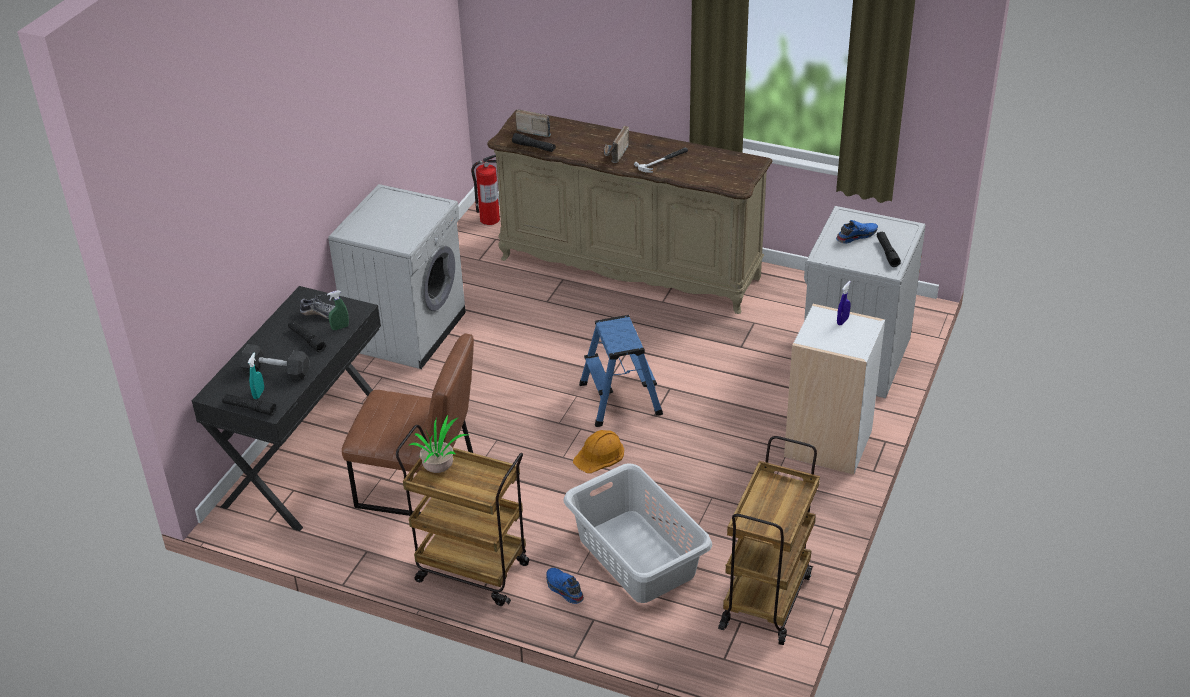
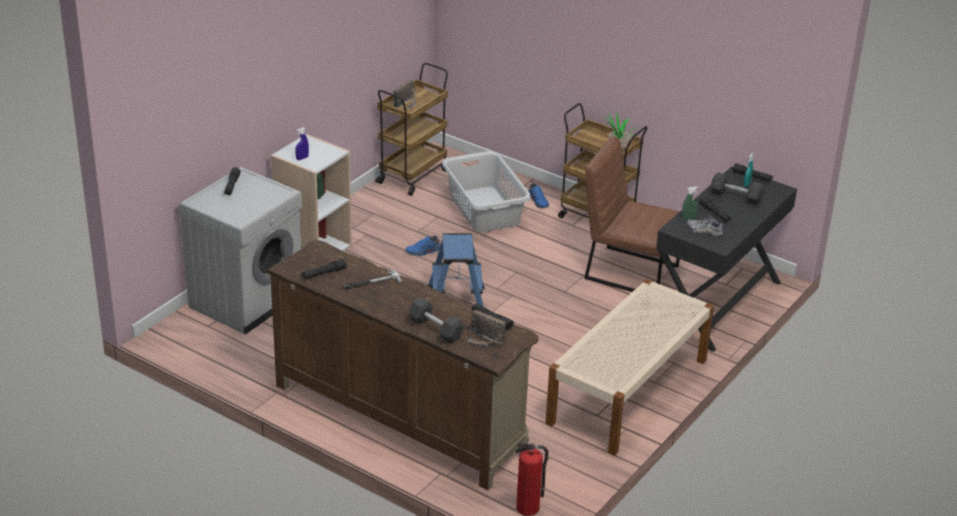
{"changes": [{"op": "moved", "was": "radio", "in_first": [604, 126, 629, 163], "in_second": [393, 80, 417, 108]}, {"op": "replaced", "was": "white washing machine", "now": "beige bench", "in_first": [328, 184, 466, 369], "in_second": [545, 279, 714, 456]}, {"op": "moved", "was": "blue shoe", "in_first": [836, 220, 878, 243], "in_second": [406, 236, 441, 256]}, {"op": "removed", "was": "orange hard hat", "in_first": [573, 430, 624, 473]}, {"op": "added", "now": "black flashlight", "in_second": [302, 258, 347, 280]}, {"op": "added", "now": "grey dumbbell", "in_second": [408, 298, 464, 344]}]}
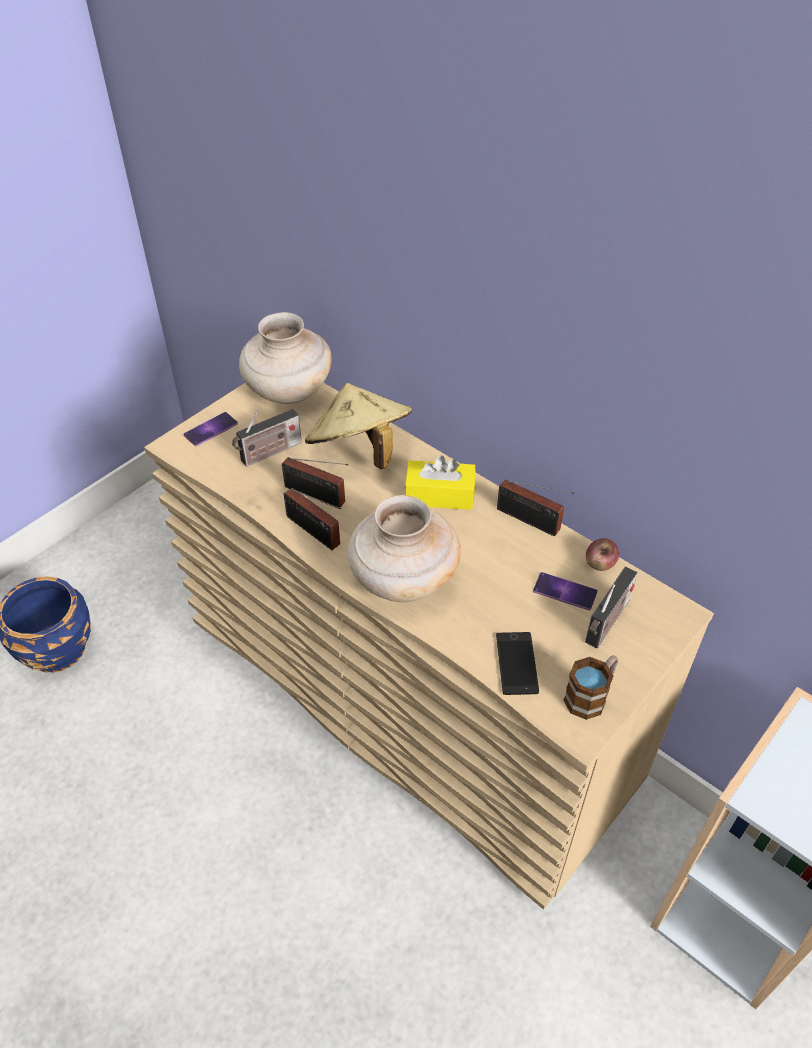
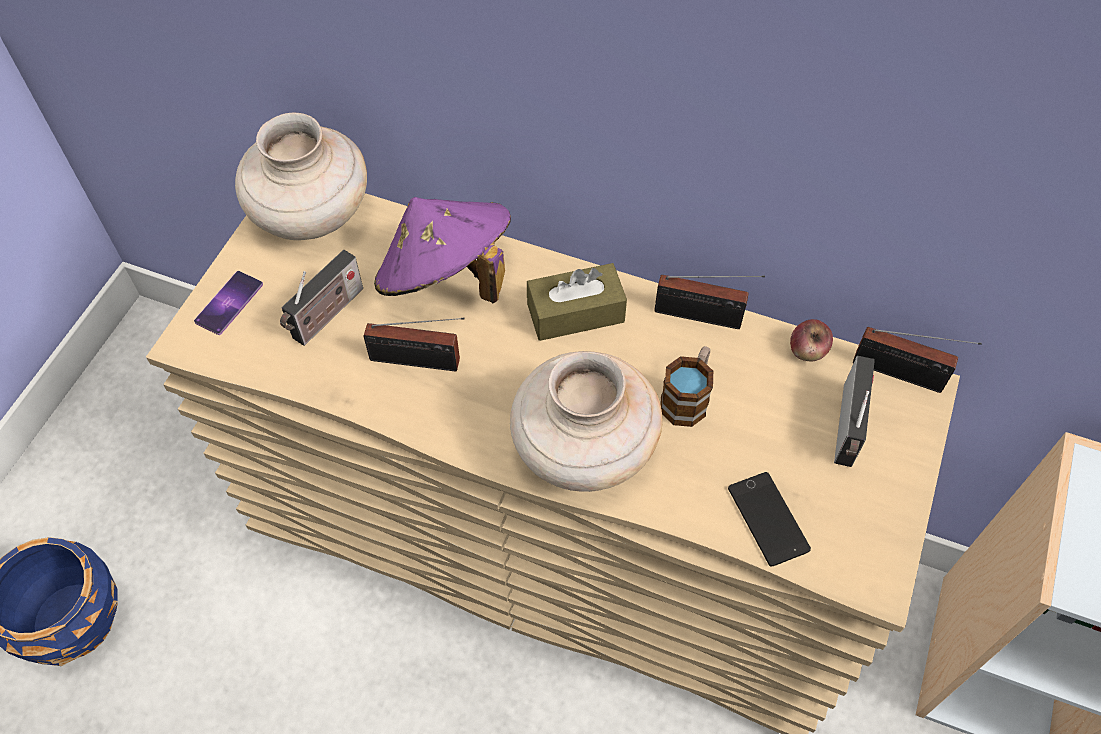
{"changes": [{"op": "recoloured", "was": "beige hat", "now": "purple hat", "in_first": [305, 383, 412, 469], "in_second": [374, 197, 511, 303]}, {"op": "recoloured", "was": "yellow tissue box", "now": "brown tissue box", "in_first": [404, 455, 475, 510], "in_second": [527, 263, 627, 341]}, {"op": "moved", "was": "radio", "in_first": [284, 488, 341, 550], "in_second": [853, 327, 982, 393]}, {"op": "removed", "was": "phone", "in_first": [533, 572, 598, 610]}, {"op": "moved", "was": "mug", "in_first": [564, 655, 618, 720], "in_second": [661, 346, 713, 427]}]}
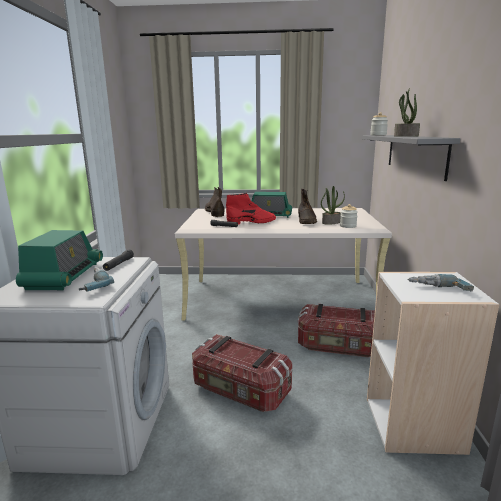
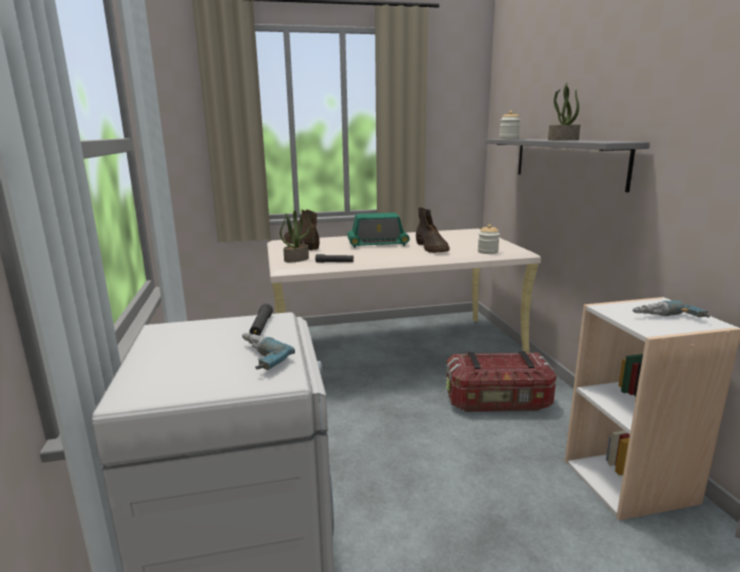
{"changes": [{"op": "moved", "was": "potted plant", "in_first": [321, 186, 345, 225], "in_second": [280, 210, 311, 262]}, {"op": "removed", "was": "red boot", "in_first": [226, 193, 276, 225]}, {"op": "removed", "was": "radio", "in_first": [16, 230, 103, 290]}, {"op": "removed", "was": "storage box", "in_first": [192, 334, 292, 412]}]}
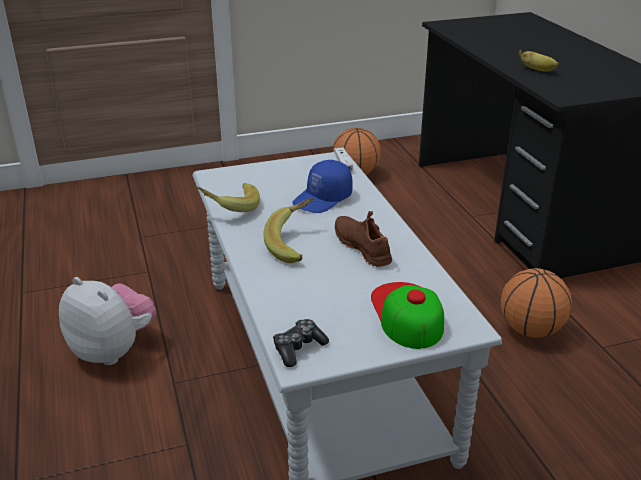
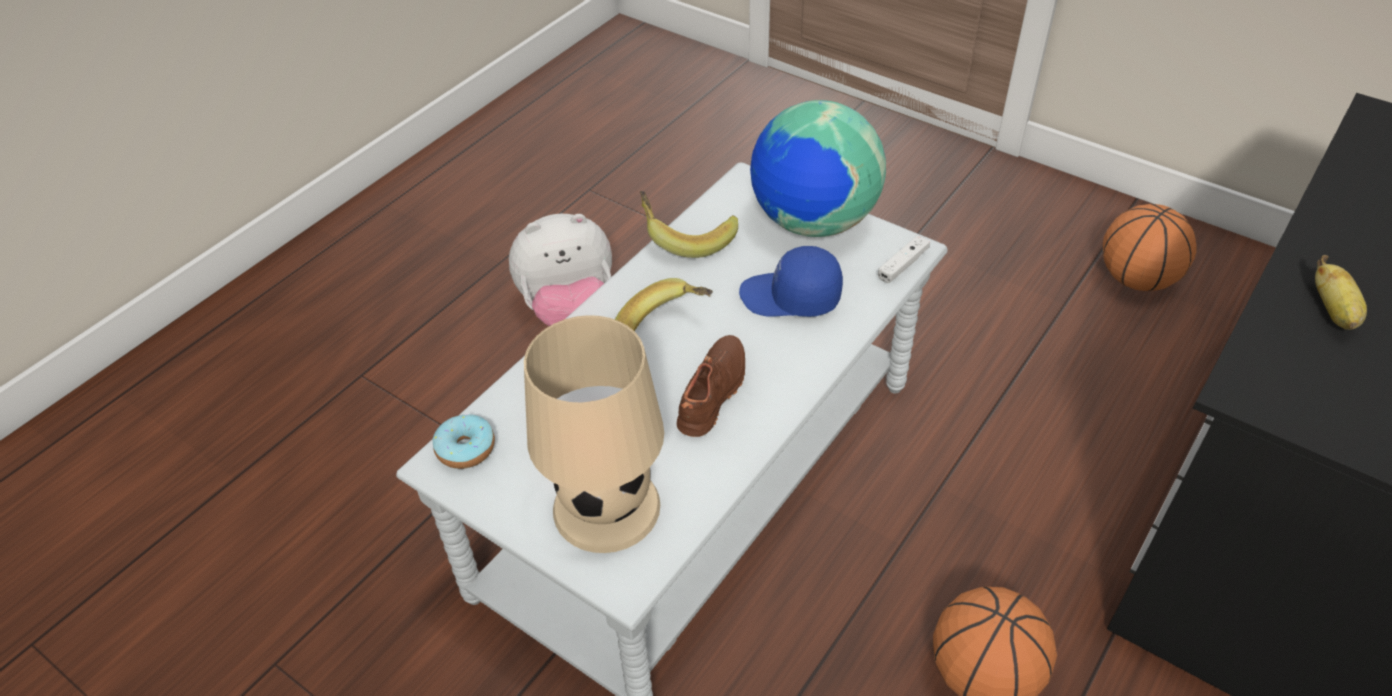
{"changes": [{"op": "turned", "was": "plush toy", "in_first": [59, 277, 156, 365], "in_second": [509, 214, 612, 326], "clockwise": 75}, {"op": "replaced", "was": "cap", "now": "beige table lamp", "in_first": [371, 282, 444, 349], "in_second": [524, 315, 664, 553]}, {"op": "replaced", "was": "game controller", "now": "donut", "in_first": [273, 319, 329, 367], "in_second": [433, 414, 495, 469]}, {"op": "added", "now": "globe", "in_second": [750, 100, 886, 237]}]}
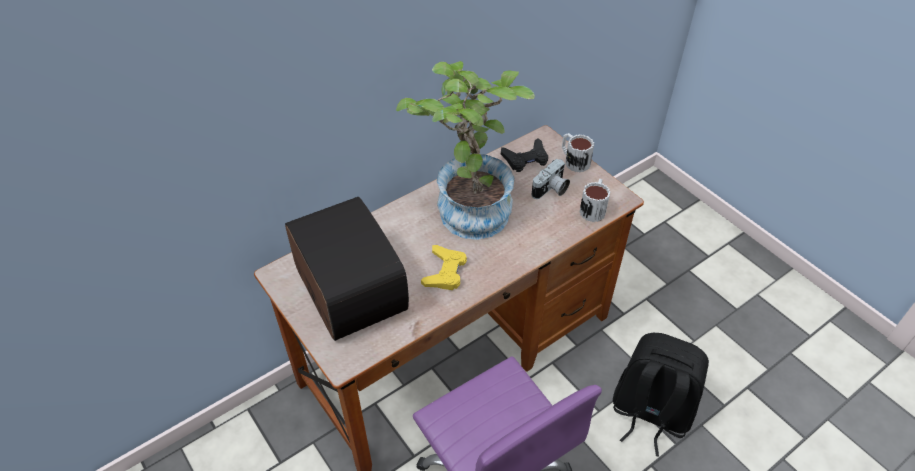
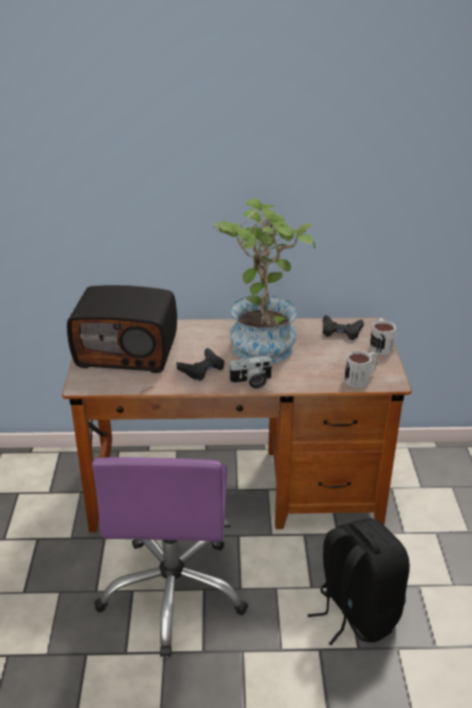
{"changes": [{"op": "moved", "was": "photo camera", "in_first": [531, 158, 570, 199], "in_second": [228, 355, 272, 389]}, {"op": "turned", "was": "radio", "in_first": [285, 197, 409, 341], "in_second": [67, 285, 177, 373], "clockwise": 90}, {"op": "recoloured", "was": "yellow game controller", "now": "black game controller", "in_first": [421, 245, 467, 290], "in_second": [176, 348, 224, 381]}]}
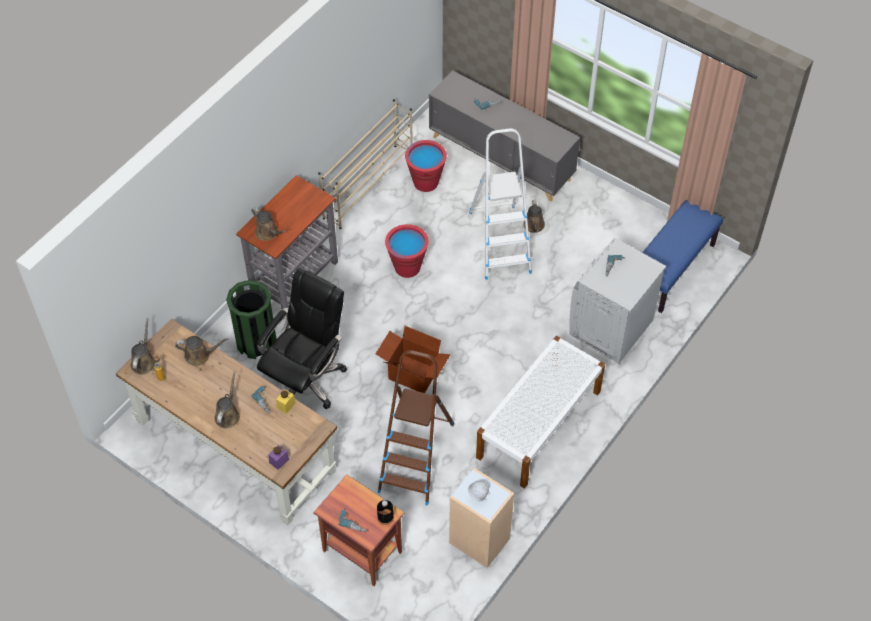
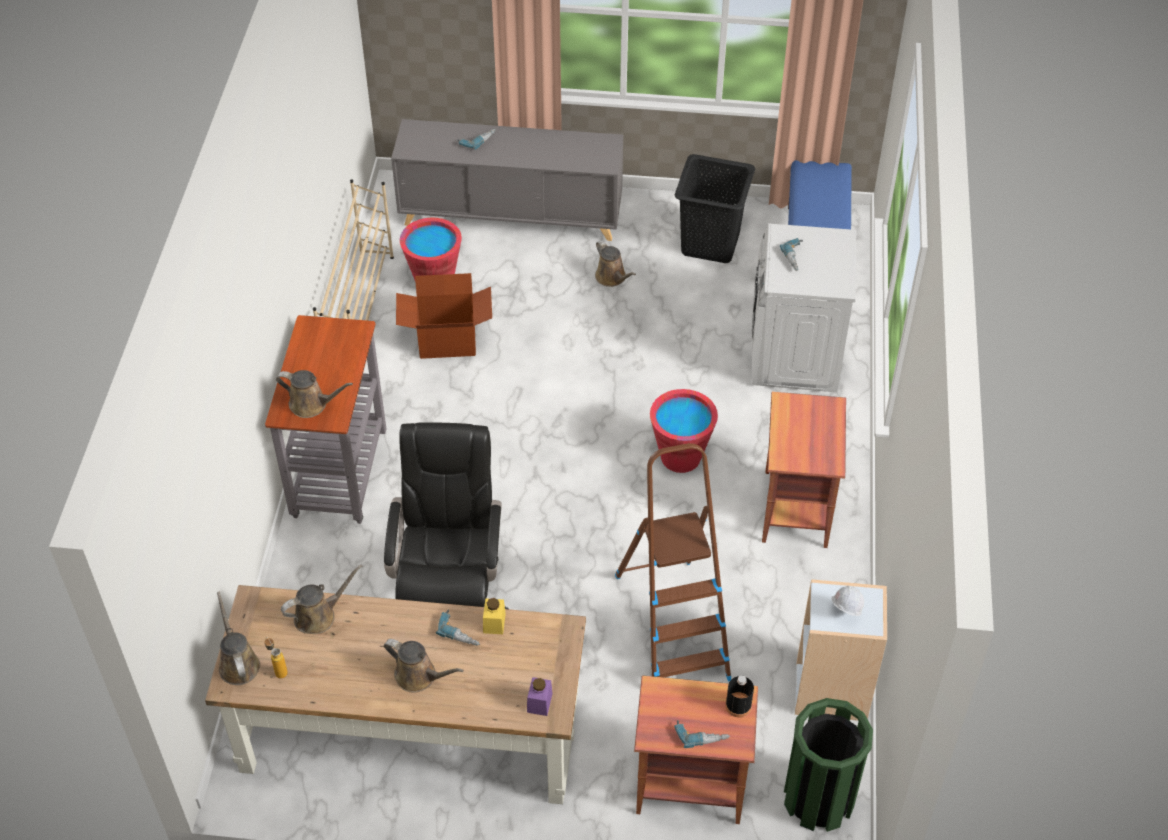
{"changes": [{"op": "removed", "was": "white step ladder", "in_first": [469, 128, 532, 280]}, {"op": "moved", "was": "red bucket", "in_first": [385, 224, 429, 278], "in_second": [650, 389, 718, 473]}, {"op": "moved", "was": "green trash can", "in_first": [226, 280, 276, 359], "in_second": [784, 698, 873, 832]}, {"op": "moved", "was": "cardboard box", "in_first": [376, 326, 451, 393], "in_second": [396, 273, 492, 359]}, {"op": "replaced", "was": "white bench", "now": "nightstand", "in_first": [476, 335, 605, 489], "in_second": [762, 392, 846, 548]}, {"op": "turned", "was": "brown watering can", "in_first": [214, 371, 240, 428], "in_second": [384, 639, 464, 692], "clockwise": 135}, {"op": "added", "now": "black laundry basket", "in_second": [675, 154, 755, 263]}]}
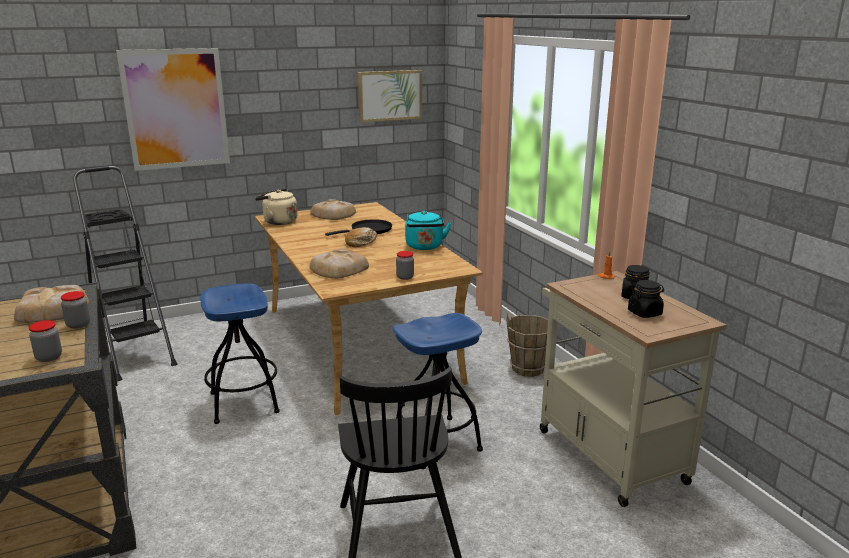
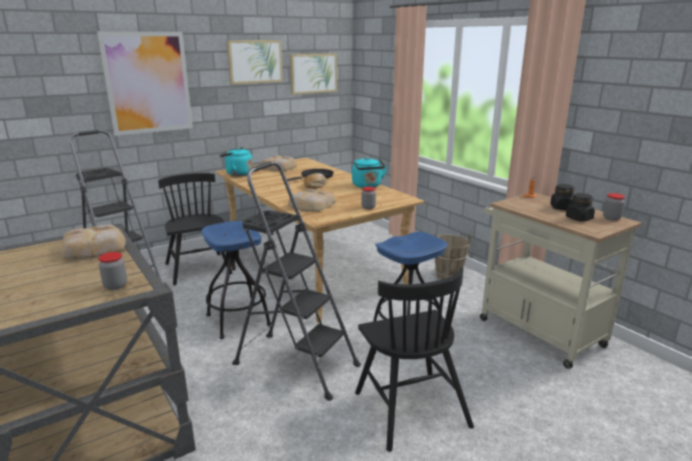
{"changes": [{"op": "recoloured", "was": "beige kettle", "now": "turquoise kettle", "in_first": [255, 189, 298, 225], "in_second": [219, 147, 253, 176]}, {"op": "moved", "was": "jar", "in_first": [61, 291, 90, 329], "in_second": [603, 193, 625, 221]}, {"op": "added", "now": "picture", "in_second": [227, 40, 283, 85]}, {"op": "added", "now": "step ladder", "in_second": [232, 161, 361, 401]}, {"op": "added", "now": "black chair", "in_second": [158, 173, 232, 285]}]}
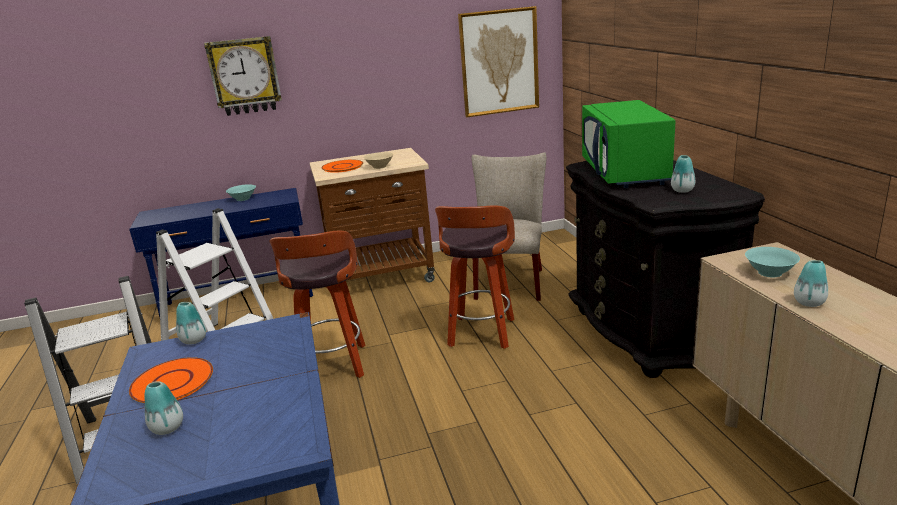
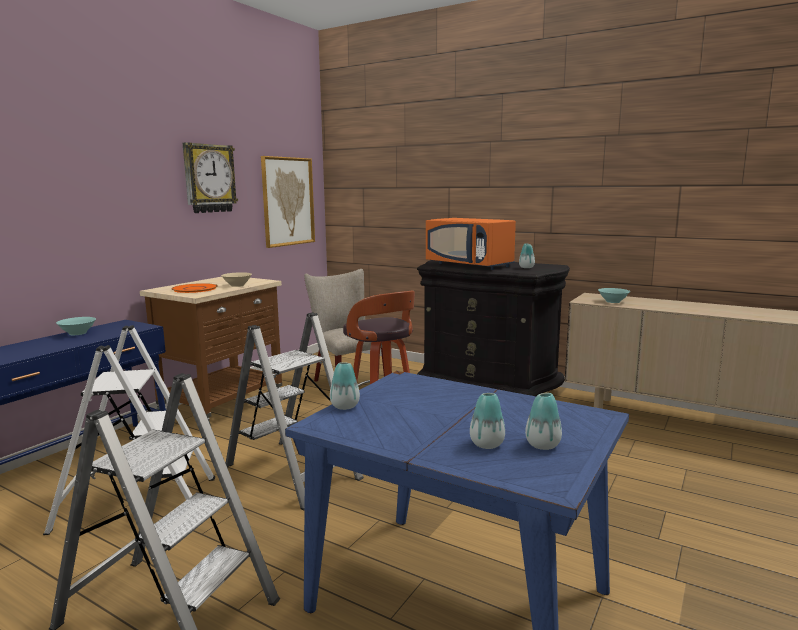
{"changes": [{"op": "moved", "was": "wall clock", "in_first": [204, 36, 282, 116], "in_second": [183, 142, 238, 213]}, {"op": "recoloured", "was": "green microwave", "now": "orange microwave", "in_first": [582, 100, 676, 188], "in_second": [426, 218, 516, 270]}, {"op": "replaced", "was": "stool", "now": "grey step ladder", "in_first": [270, 231, 366, 378], "in_second": [226, 312, 364, 510]}, {"op": "moved", "was": "vase", "in_first": [794, 260, 828, 307], "in_second": [525, 393, 562, 450]}, {"op": "removed", "was": "orange plate", "in_first": [129, 357, 213, 403]}]}
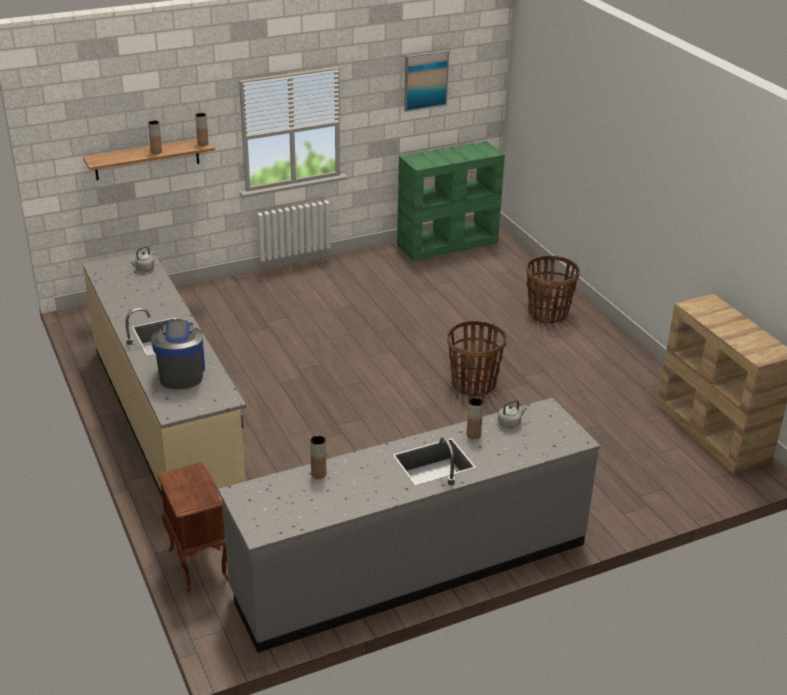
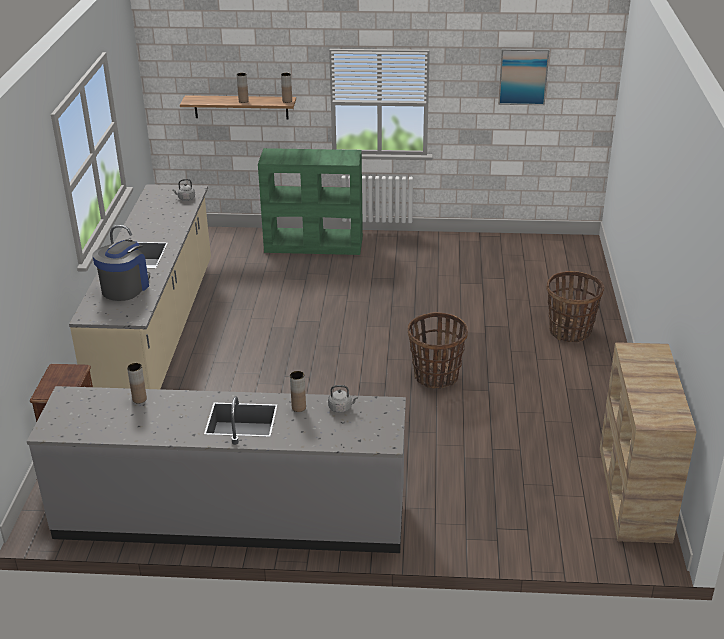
{"changes": [{"op": "moved", "was": "green bookcase", "in_first": [397, 141, 505, 261], "in_second": [258, 148, 363, 255]}]}
